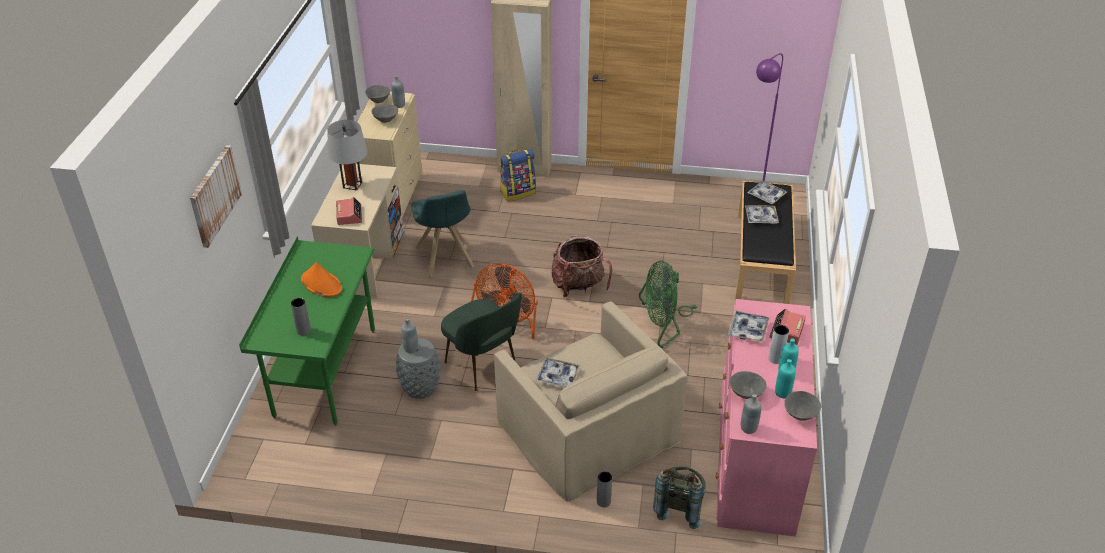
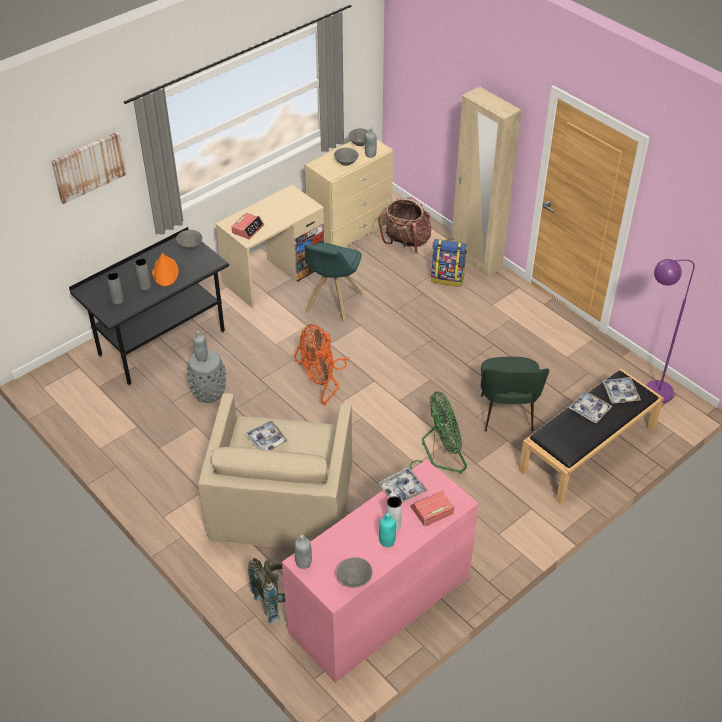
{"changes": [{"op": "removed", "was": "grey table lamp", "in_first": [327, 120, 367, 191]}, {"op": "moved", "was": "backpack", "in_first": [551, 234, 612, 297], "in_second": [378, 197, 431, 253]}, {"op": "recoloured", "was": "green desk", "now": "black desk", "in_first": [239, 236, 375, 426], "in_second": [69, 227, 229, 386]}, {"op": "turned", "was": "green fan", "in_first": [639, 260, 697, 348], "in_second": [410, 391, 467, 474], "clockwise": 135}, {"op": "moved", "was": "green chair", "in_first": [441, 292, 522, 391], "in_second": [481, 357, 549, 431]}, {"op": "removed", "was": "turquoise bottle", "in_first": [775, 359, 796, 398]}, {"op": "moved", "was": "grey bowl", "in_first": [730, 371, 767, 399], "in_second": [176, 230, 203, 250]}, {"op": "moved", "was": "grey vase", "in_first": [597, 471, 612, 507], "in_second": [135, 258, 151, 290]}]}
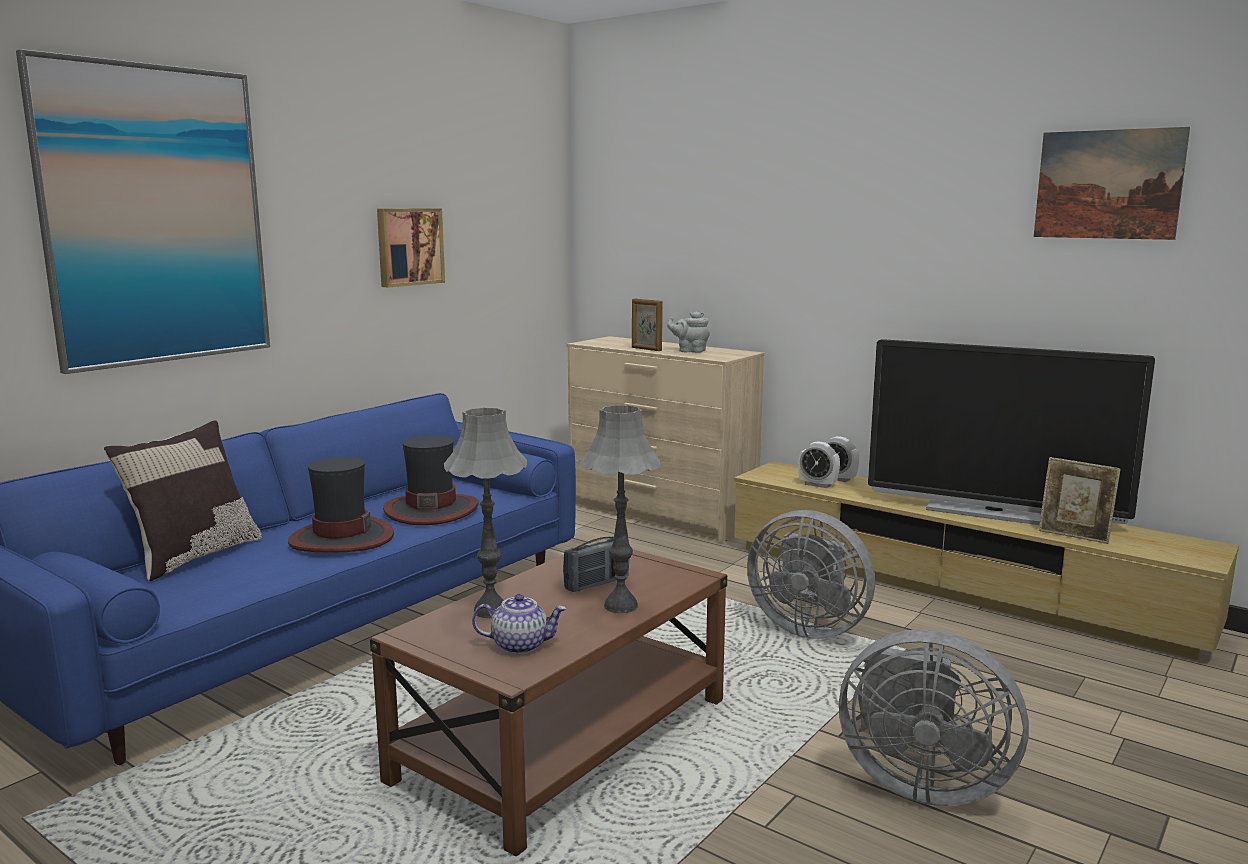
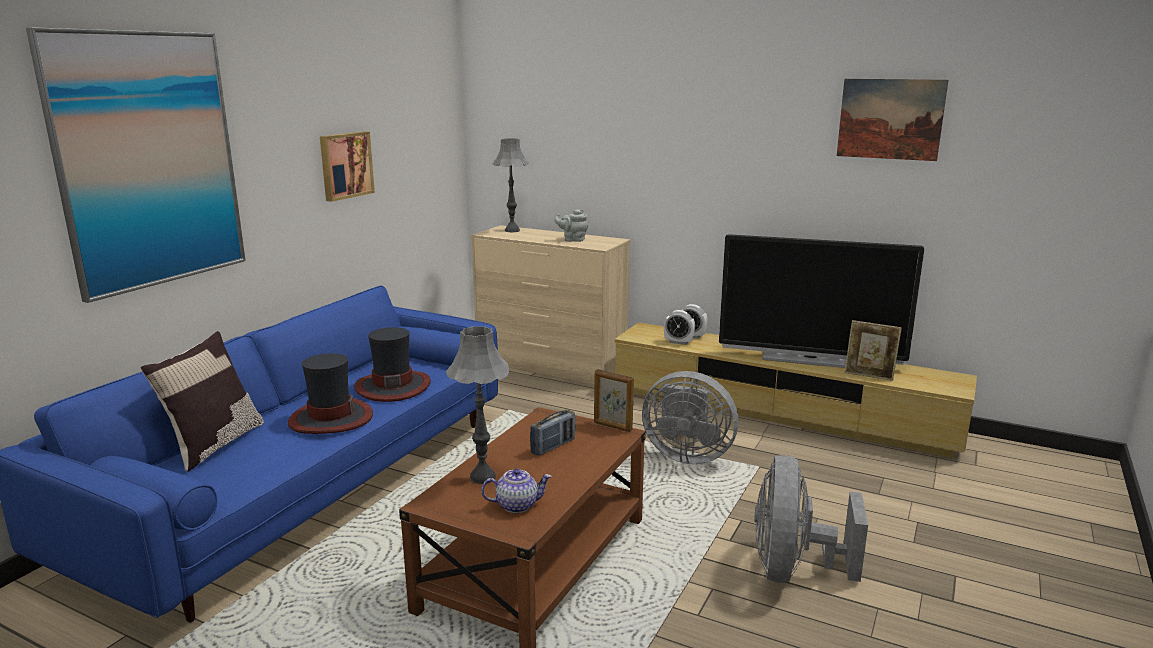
{"changes": [{"op": "moved", "was": "picture frame", "in_first": [632, 299, 663, 351], "in_second": [594, 369, 634, 432]}, {"op": "moved", "was": "grey table lamp", "in_first": [579, 405, 662, 613], "in_second": [493, 138, 529, 232]}, {"op": "turned", "was": "grey fan", "in_first": [839, 629, 1029, 806], "in_second": [754, 455, 868, 583], "clockwise": 90}]}
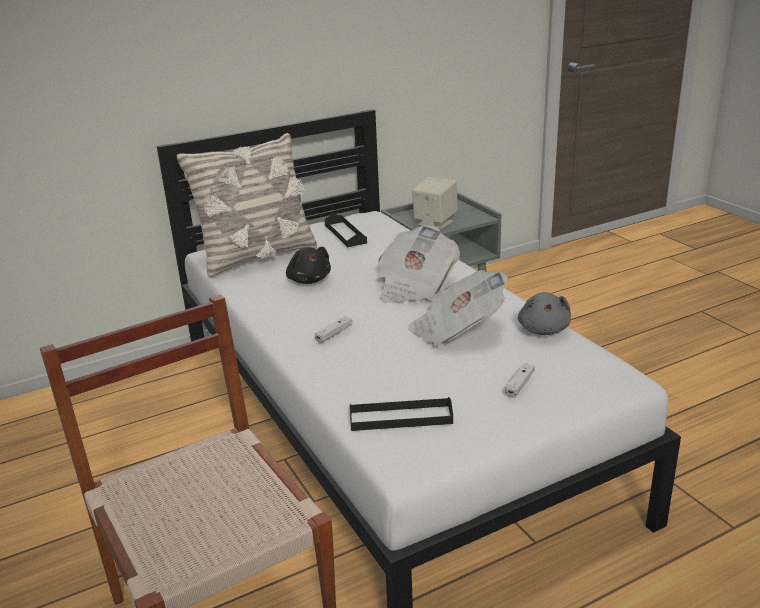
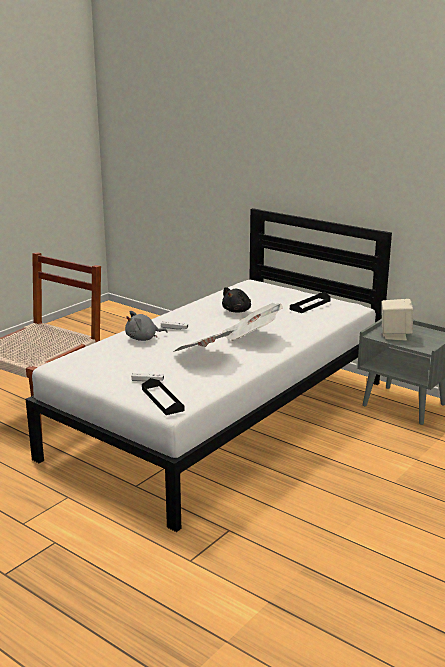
{"changes": [{"op": "removed", "was": "beige pillow", "in_first": [177, 133, 317, 277]}, {"op": "moved", "was": "grey plush toy", "in_first": [518, 292, 571, 335], "in_second": [125, 311, 168, 341]}, {"op": "moved", "was": "black tray", "in_first": [350, 397, 453, 431], "in_second": [142, 378, 184, 415]}]}
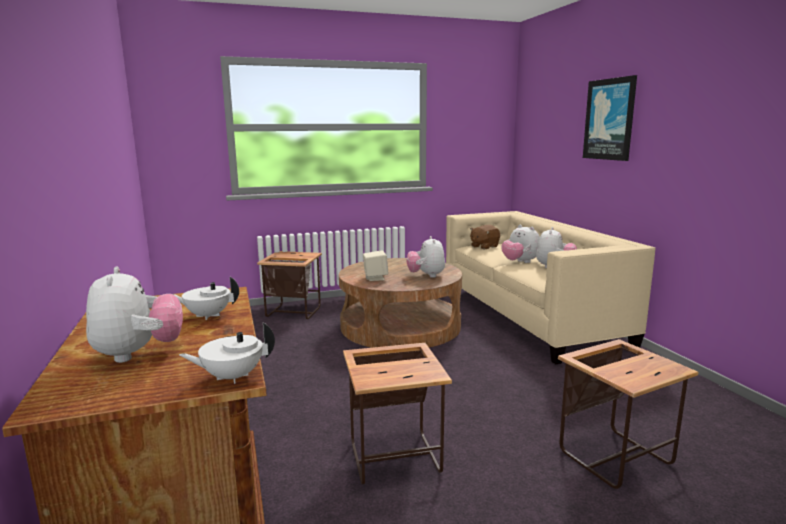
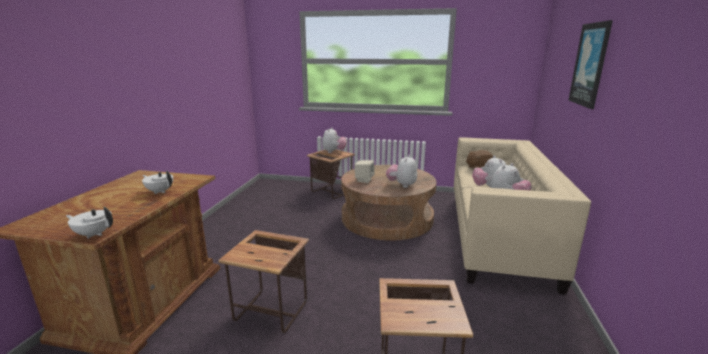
{"changes": [{"op": "moved", "was": "plush toy", "in_first": [86, 266, 183, 363], "in_second": [322, 127, 347, 153]}]}
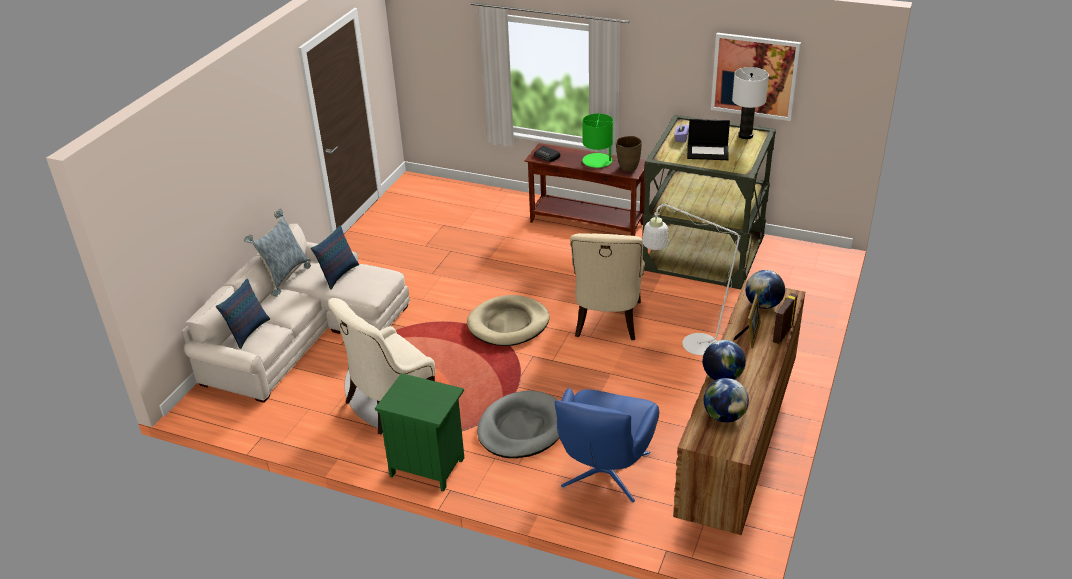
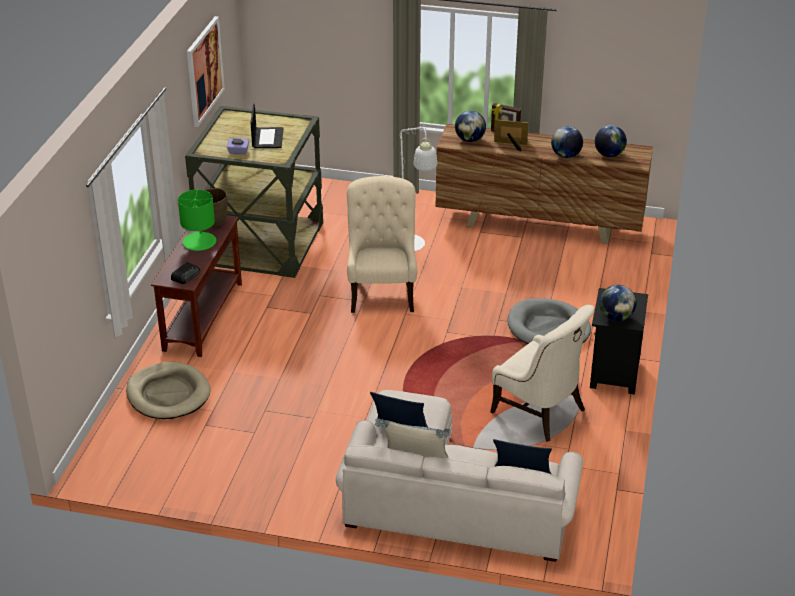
{"changes": [{"op": "removed", "was": "white table lamp", "in_first": [732, 67, 769, 139]}, {"op": "turned", "was": "beige armchair", "in_first": [570, 233, 645, 340], "in_second": [347, 176, 418, 313], "clockwise": -90}, {"op": "moved", "was": "beige dog bed", "in_first": [467, 295, 550, 346], "in_second": [126, 362, 211, 419]}, {"op": "recoloured", "was": "green nightstand", "now": "black nightstand", "in_first": [375, 373, 464, 492], "in_second": [590, 288, 648, 395]}, {"op": "removed", "was": "blue armchair", "in_first": [554, 388, 659, 503]}, {"op": "added", "now": "globe", "in_second": [599, 285, 636, 321]}]}
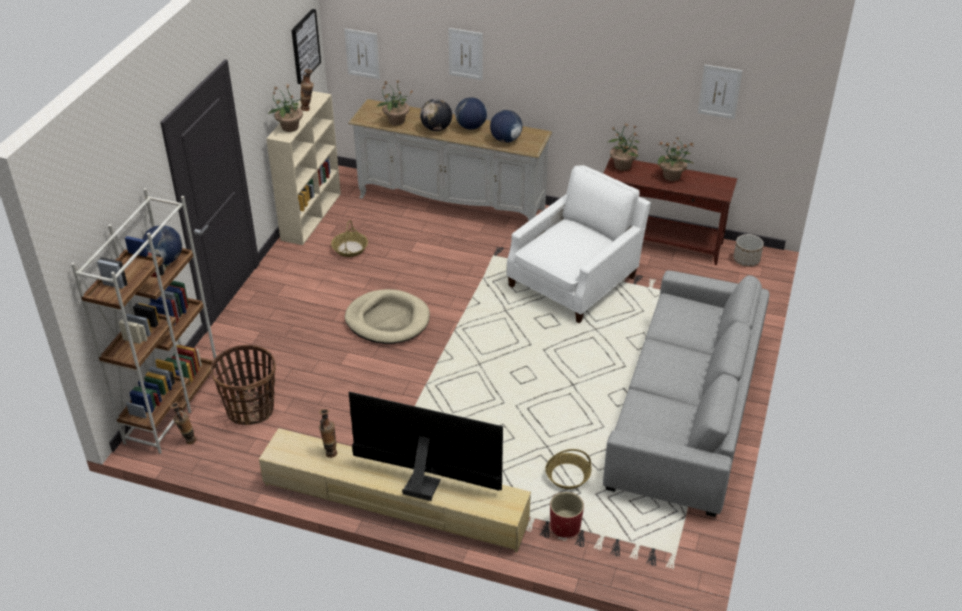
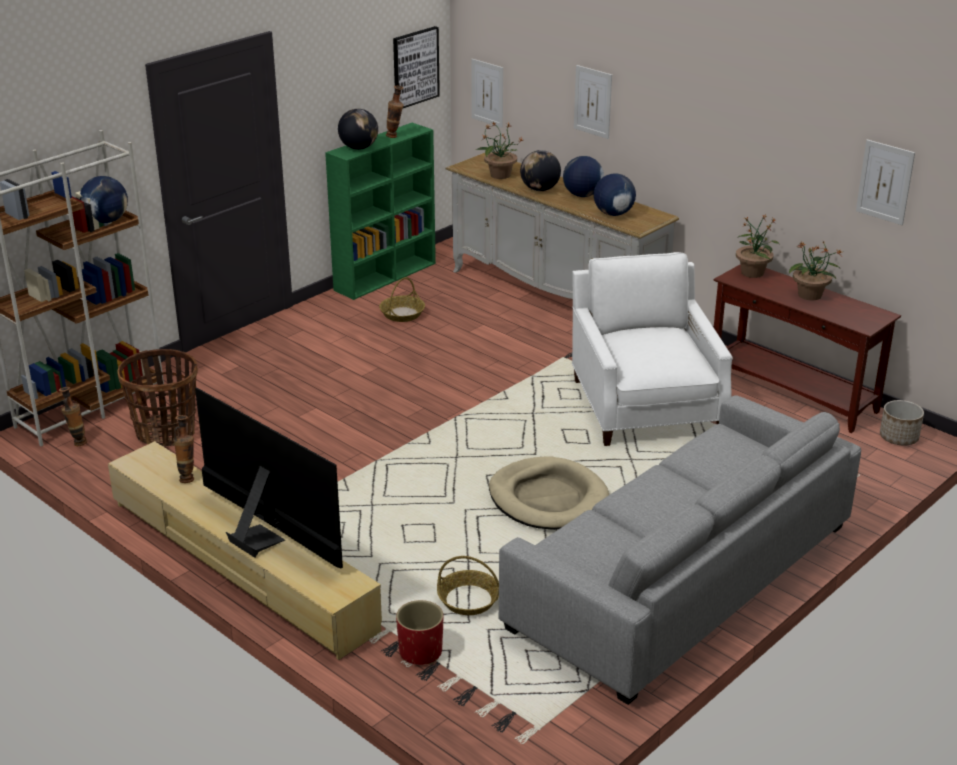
{"changes": [{"op": "replaced", "was": "potted plant", "now": "globe", "in_first": [267, 85, 305, 132], "in_second": [338, 109, 378, 150]}, {"op": "recoloured", "was": "beige bookcase", "now": "green bookcase", "in_first": [266, 91, 341, 245], "in_second": [325, 123, 436, 300]}, {"op": "turned", "was": "white armchair", "in_first": [506, 165, 651, 323], "in_second": [572, 252, 733, 446], "clockwise": -75}, {"op": "moved", "was": "beige dog bed", "in_first": [345, 289, 430, 344], "in_second": [489, 456, 609, 530]}]}
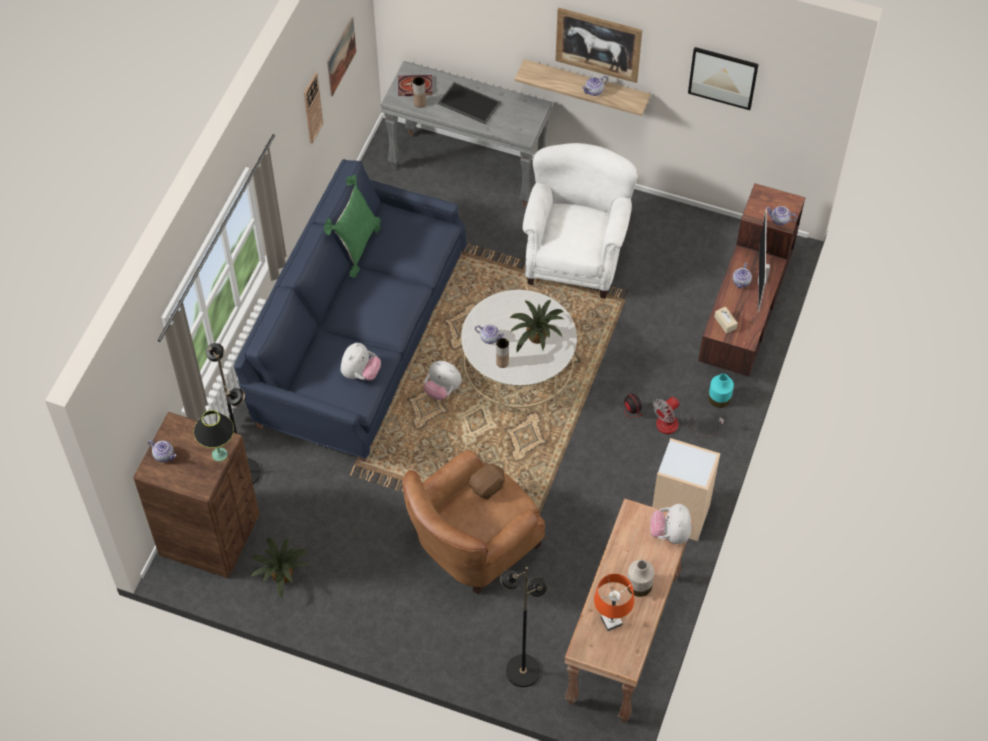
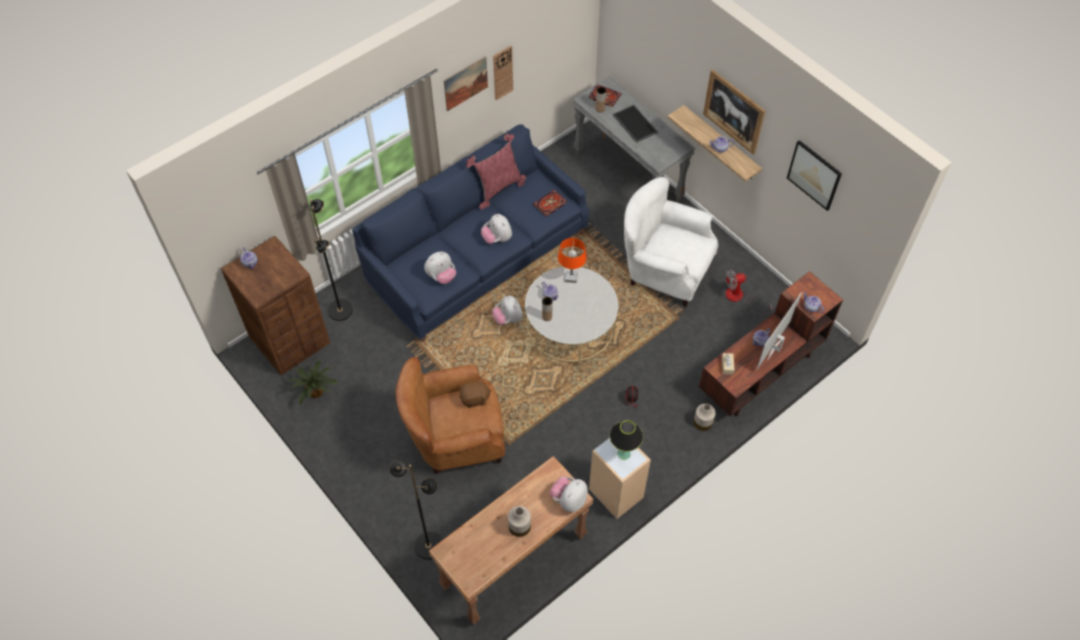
{"changes": [{"op": "moved", "was": "picture", "in_first": [327, 17, 356, 96], "in_second": [444, 56, 488, 111]}, {"op": "turned", "was": "white armchair", "in_first": [523, 143, 638, 299], "in_second": [624, 177, 718, 307], "clockwise": -105}, {"op": "recoloured", "was": "green pillow", "now": "red pillow", "in_first": [324, 174, 381, 278], "in_second": [466, 134, 527, 209]}, {"op": "removed", "was": "potted plant", "in_first": [510, 300, 564, 352]}, {"op": "recoloured", "was": "turquoise vase", "now": "beige vase", "in_first": [708, 374, 734, 408], "in_second": [694, 404, 716, 431]}, {"op": "moved", "was": "fan", "in_first": [653, 397, 724, 437], "in_second": [726, 269, 773, 315]}, {"op": "moved", "was": "black table lamp", "in_first": [194, 410, 234, 461], "in_second": [610, 420, 643, 460]}, {"op": "moved", "was": "orange table lamp", "in_first": [594, 574, 634, 631], "in_second": [558, 238, 586, 283]}, {"op": "added", "now": "book", "in_second": [533, 190, 567, 216]}, {"op": "added", "now": "plush toy", "in_second": [481, 214, 512, 244]}]}
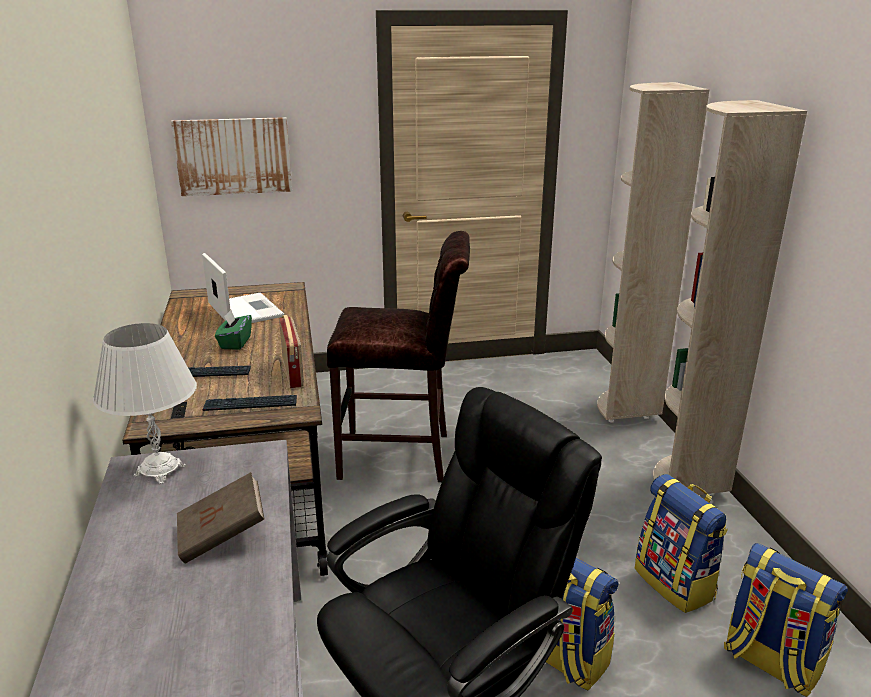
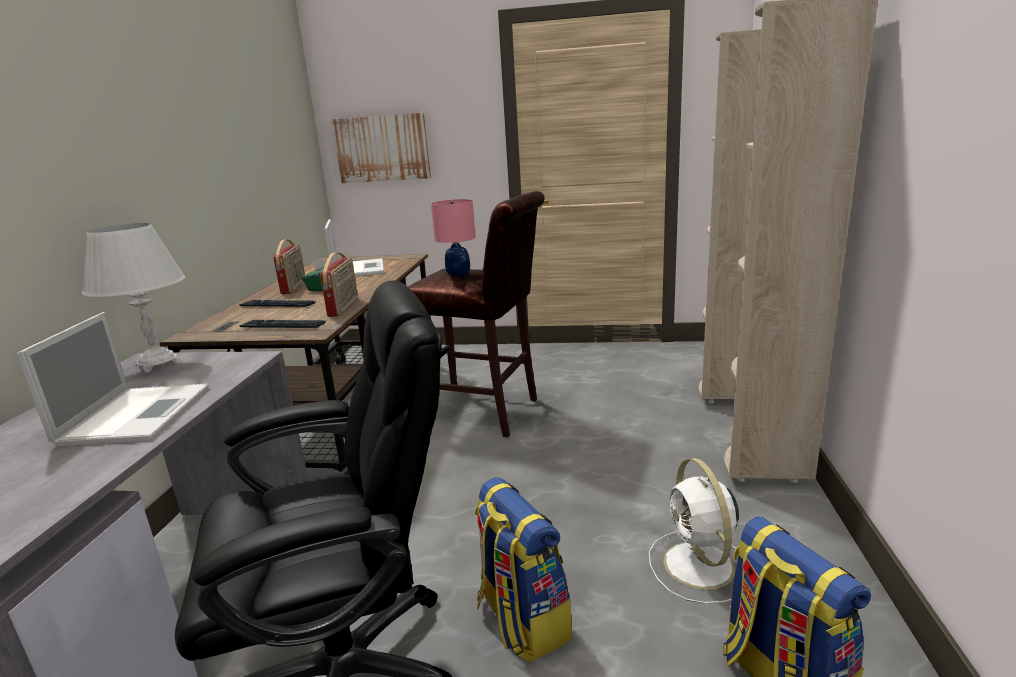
{"changes": [{"op": "replaced", "was": "brown book", "now": "laptop", "in_first": [177, 472, 264, 564], "in_second": [17, 312, 209, 447]}, {"op": "replaced", "was": "backpack", "now": "white fan", "in_first": [635, 474, 728, 613], "in_second": [649, 458, 739, 604]}, {"op": "added", "now": "pink table lamp", "in_second": [431, 199, 476, 276]}, {"op": "added", "now": "radio", "in_second": [273, 239, 305, 294]}]}
